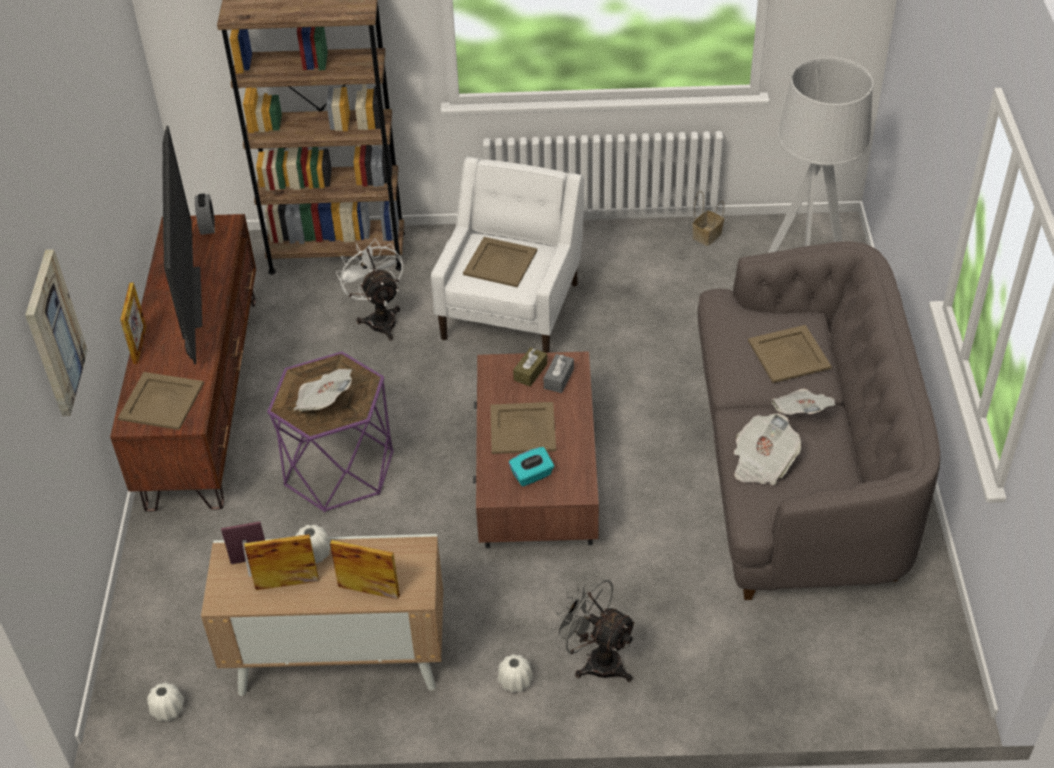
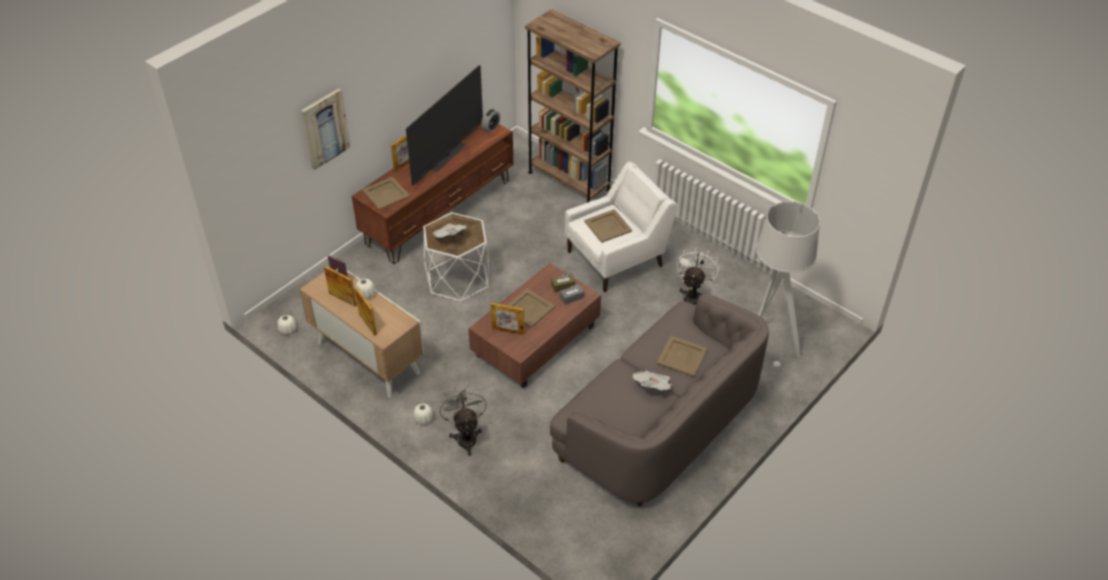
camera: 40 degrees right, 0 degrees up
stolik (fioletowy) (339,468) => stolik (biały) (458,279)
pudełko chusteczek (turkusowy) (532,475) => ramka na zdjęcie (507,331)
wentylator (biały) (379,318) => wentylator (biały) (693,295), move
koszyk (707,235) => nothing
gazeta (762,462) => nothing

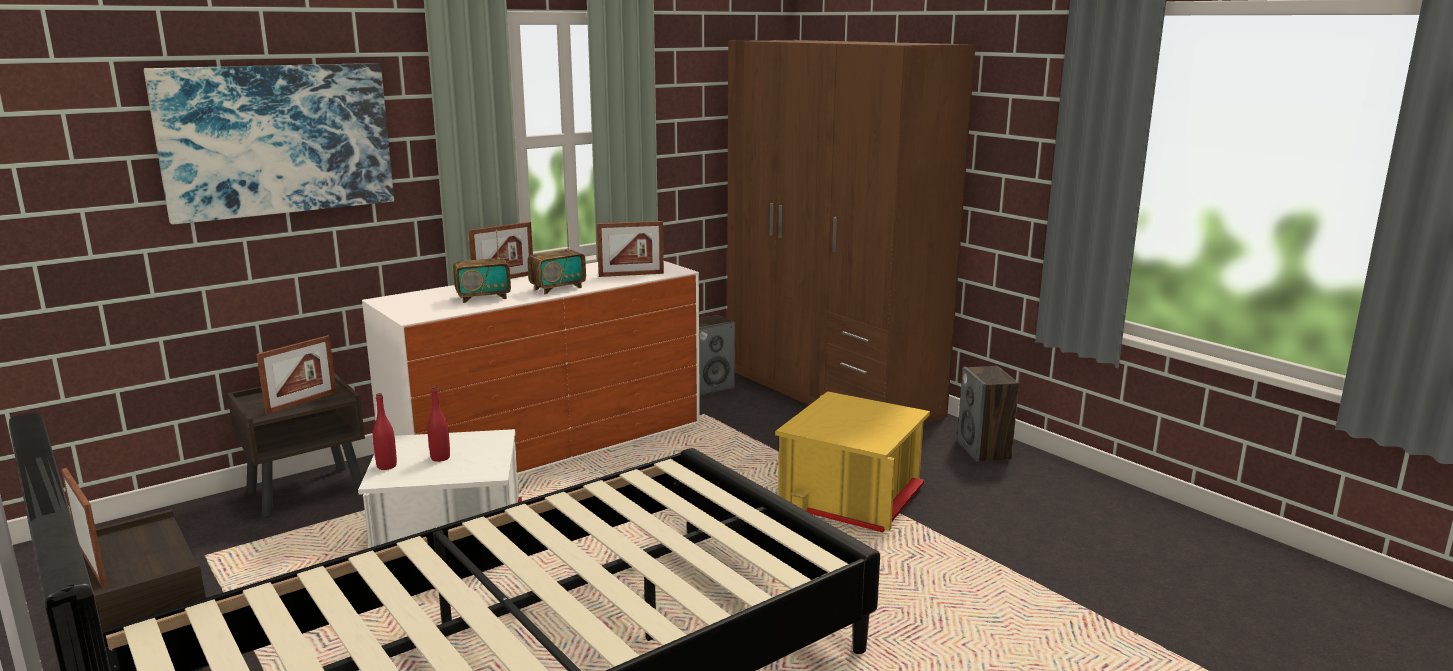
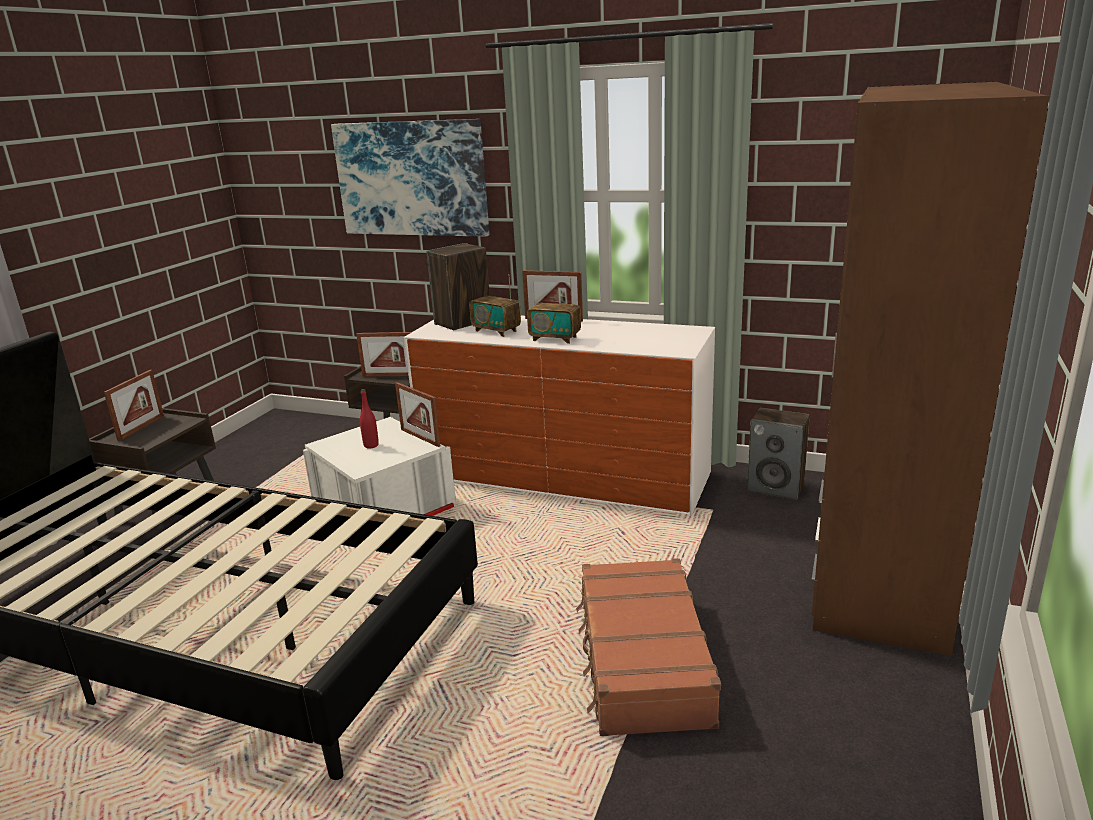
camera: 60 degrees right, 5 degrees up
ramka na zdjęcie (631,274) => ramka na zdjęcie (420,437), move
głośnik (984,450) => głośnik (463,322), move
pojemnik do przechowywania (żółty) (852,497) => walizka (brązowy) (642,661)
butelka (czerwony) (386,466) => nothing

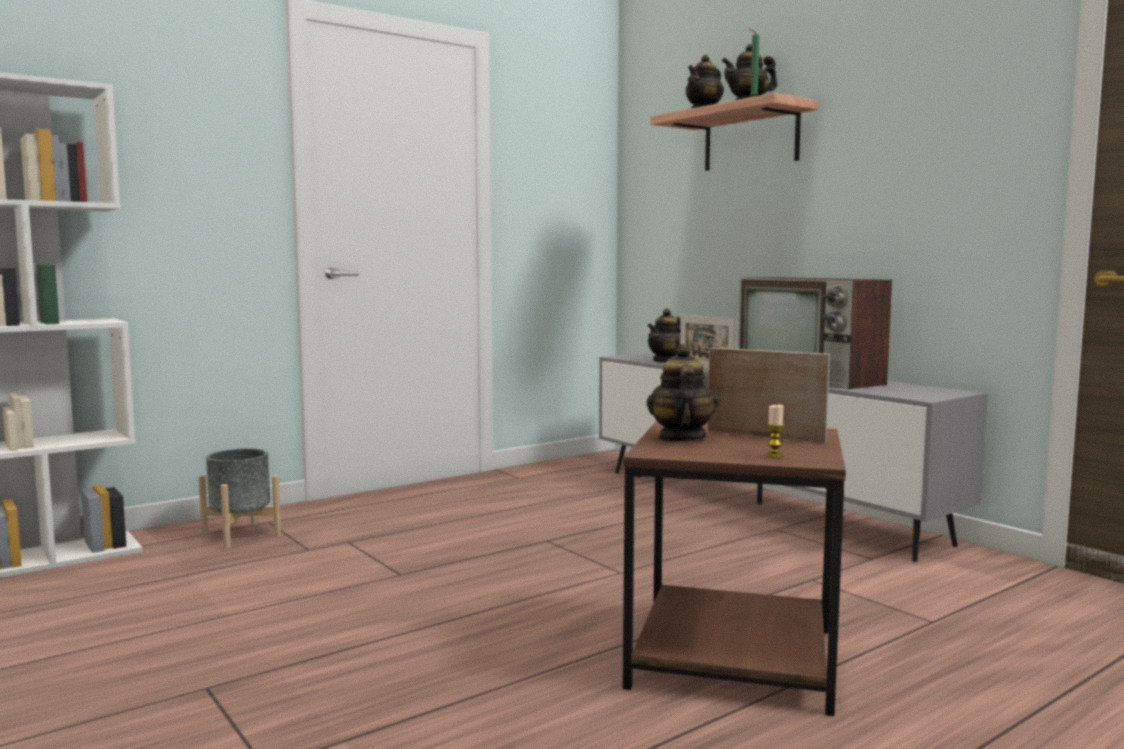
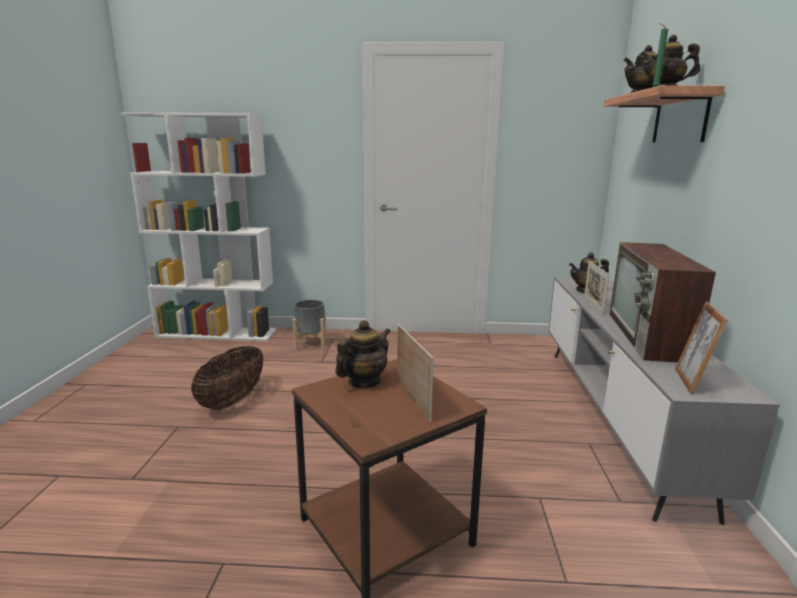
camera: 40 degrees right, 10 degrees up
nothing => koszyk (232,400)
nothing => ramka na zdjęcie (691,382)
świeca (774,455) => nothing

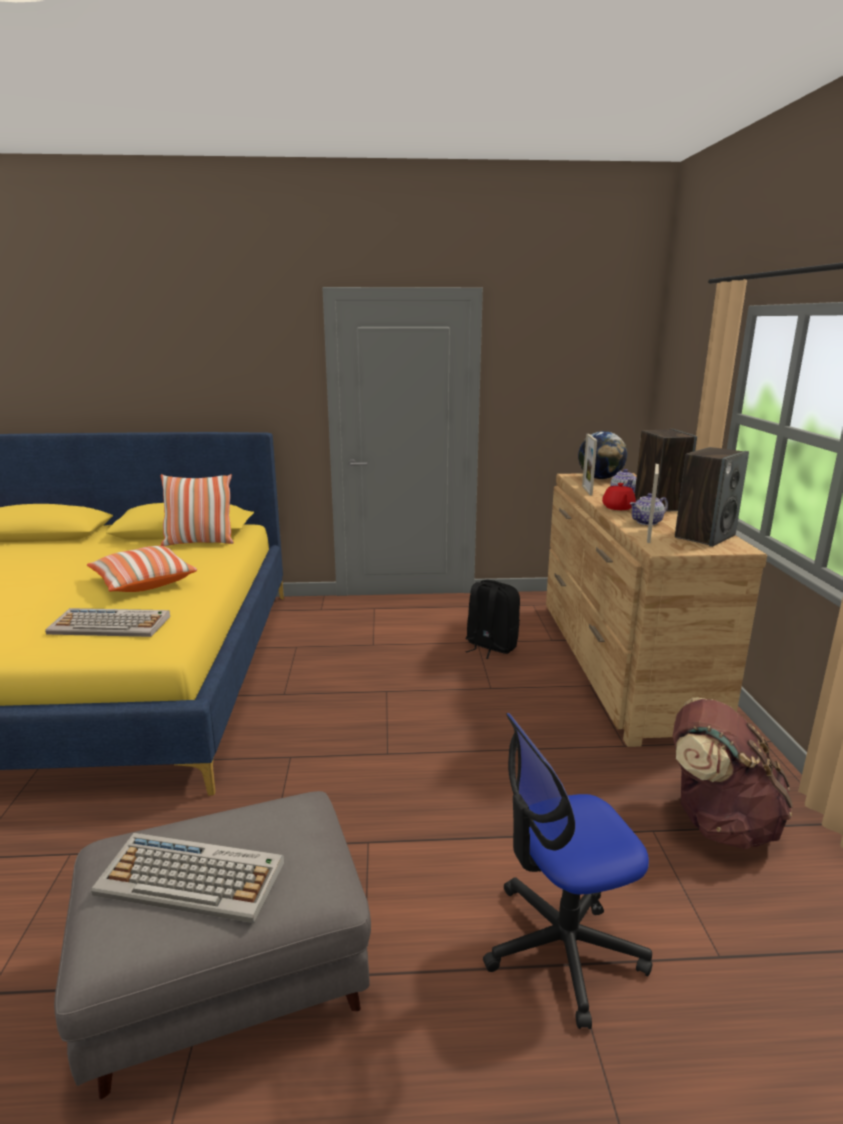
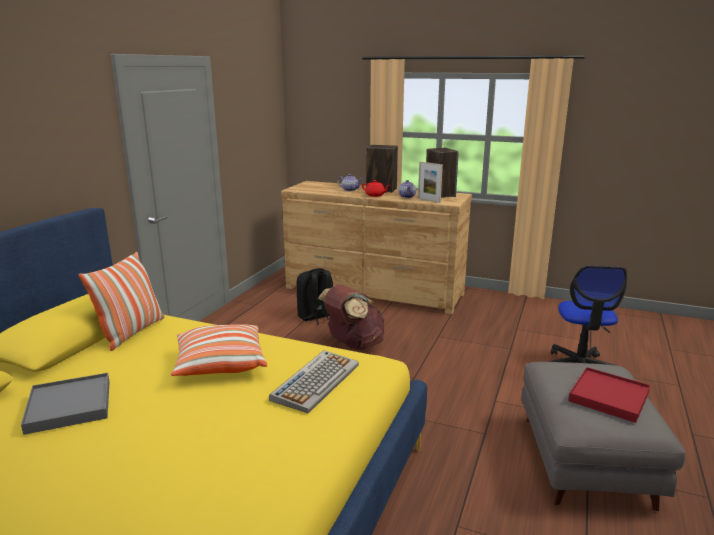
camera: 65 degrees left, 0 degrees up
nothing => taca (szary) (69,406)
plecak (brązowy) (718,822) => plecak (brązowy) (353,344), move
klawiatura (193,878) => taca (czerwony) (608,397)
globus (600,478) => nothing
ramka na zdjęcie (587,490) => nothing

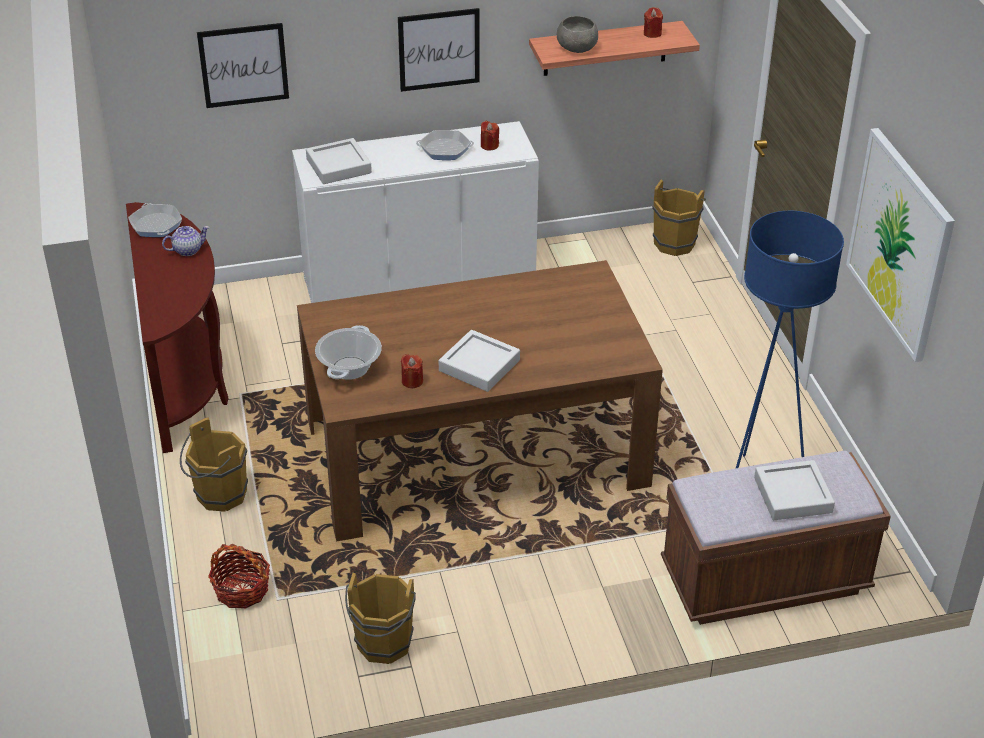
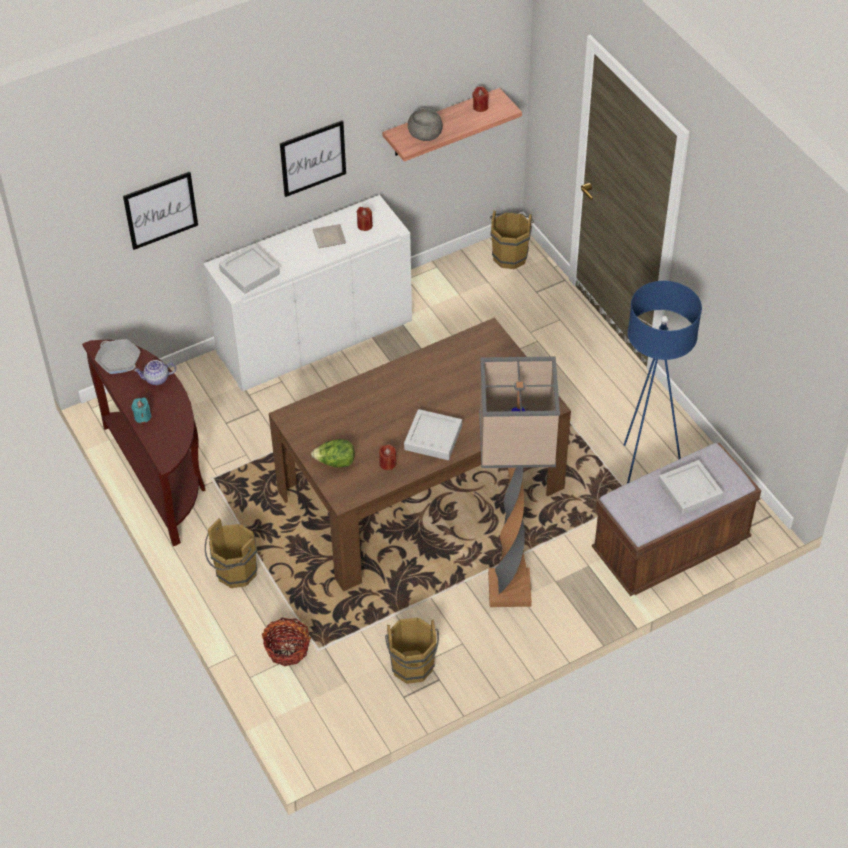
camera: 15 degrees left, 10 degrees up
nothing => świeca (turkusowy) (142,417)
imbryk (188,250) => imbryk (156,379), 150 degrees counterclockwise
garnek (350,368) => sałata (335,462)
patelnia (445,149) => talerz (330,237)
nothing => lampa stojąca (508,590)
obraz (900,243) => nothing

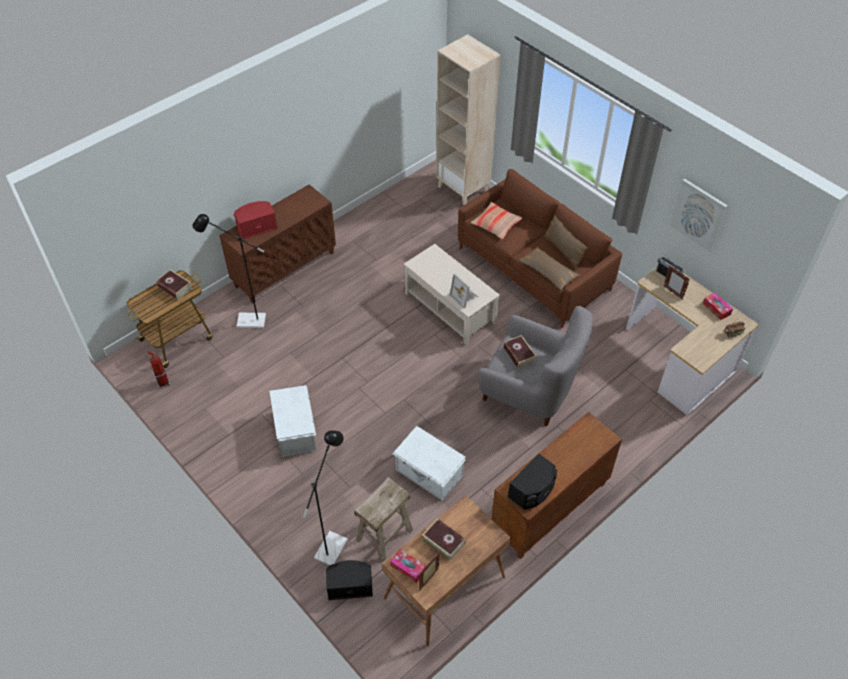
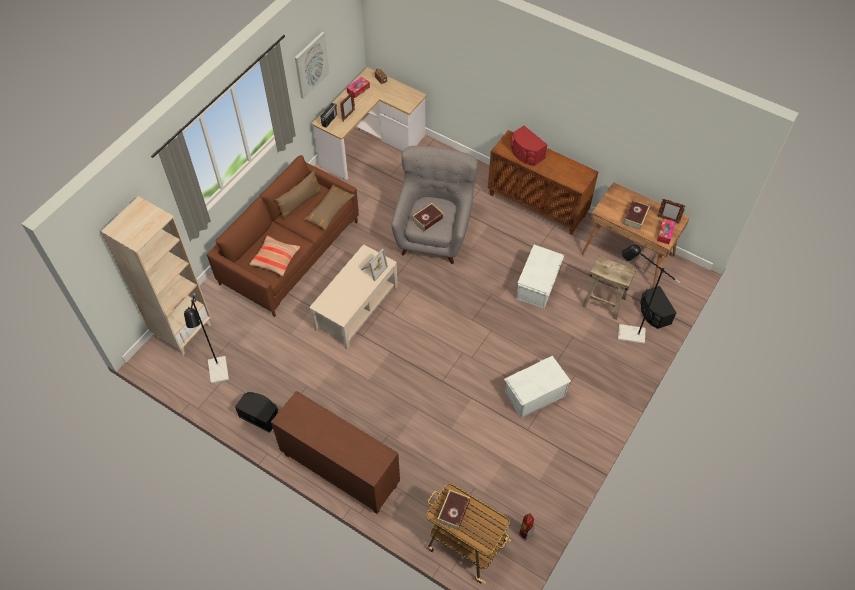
camera: 105 degrees left, 5 degrees up
lampa stojąca (czarny) (245,321) => lampa stojąca (czarny) (219,375), move
głośnik (czarny) (533,490) => głośnik (czarny) (260,415), move
głośnik (czerwony) (256,227) => głośnik (czerwony) (526,154), move

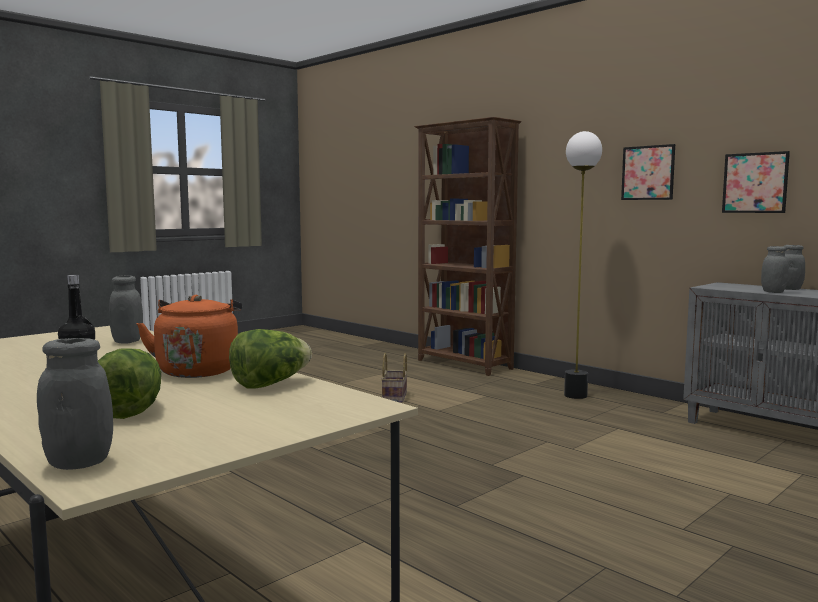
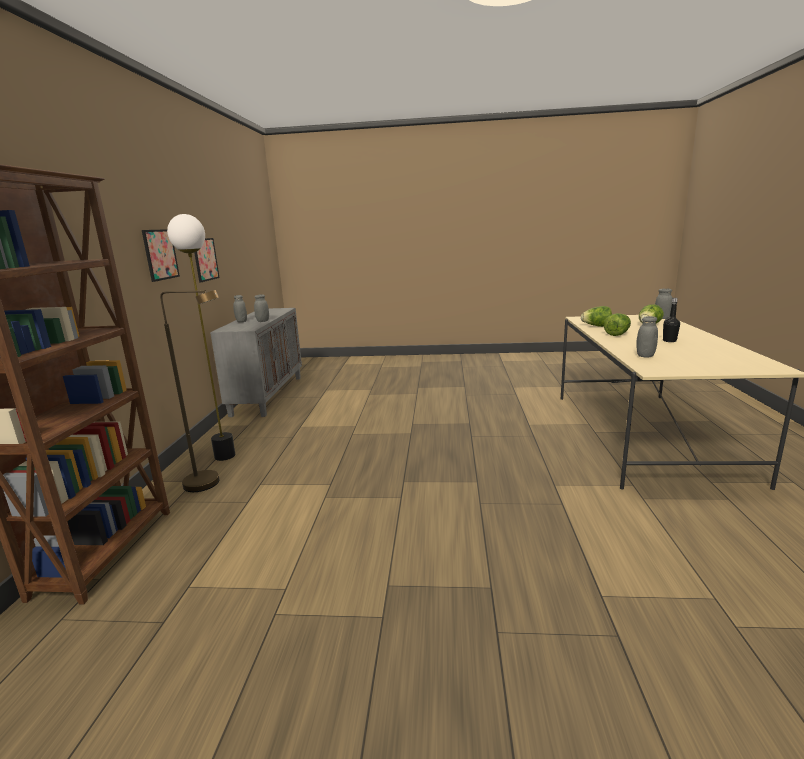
camera: 130 degrees left, 10 degrees up
nothing => lampa stojąca (brązowy) (211,483)
czajnik (pomarańczowy) (198,370) => sałata (617,334)
koszyk (395,397) => nothing

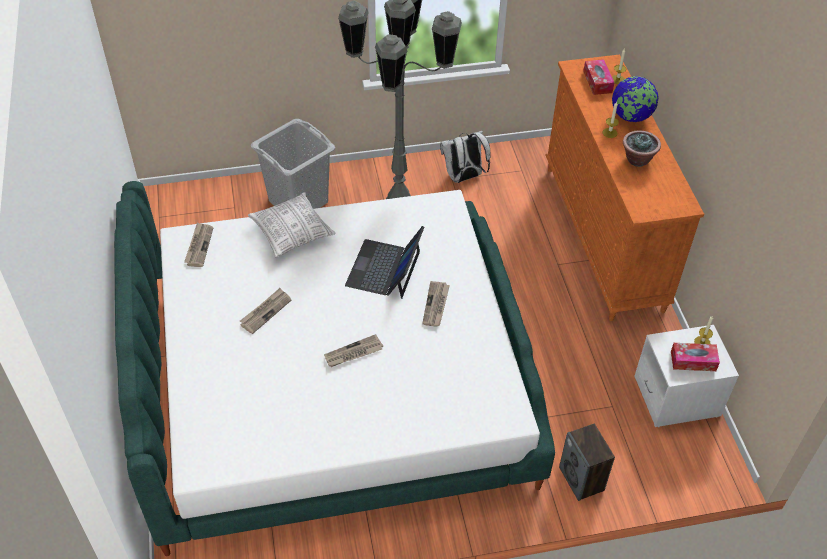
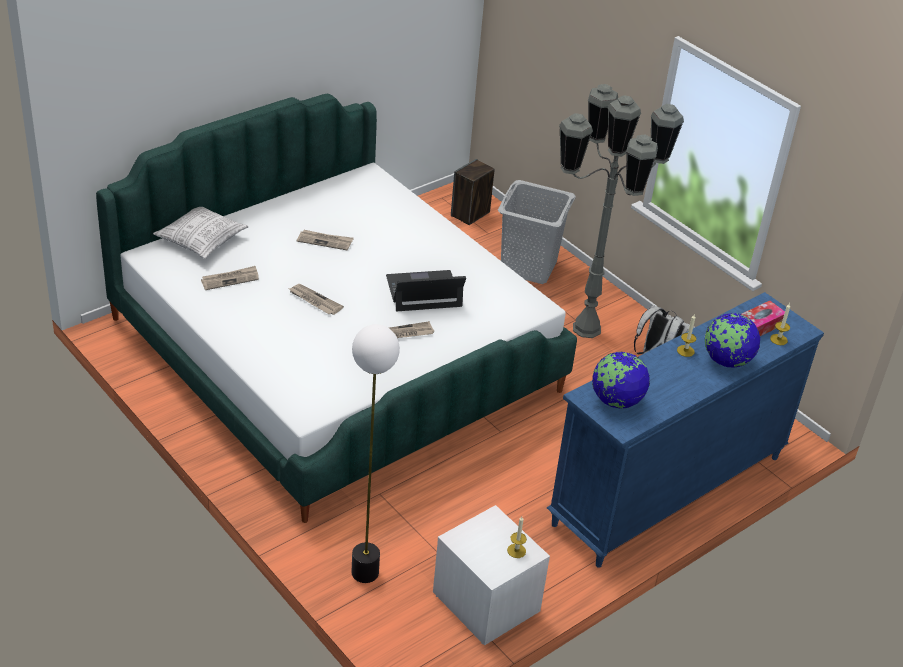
camera: 60 degrees right, 10 degrees down
poduszka (291,232) => poduszka (201,240), move
gazeta (199,246) => gazeta (230,279), move
nothing => lampa stojąca (364,572)
głośnik (582,479) => głośnik (470,214), move
komoda (pomarańczowy) (603,237) => komoda (niebieski) (667,490)
nothing => globus (616,401)
roślina doniczkowa (637,159) => nothing
pudełko chusteczek (693,361) => nothing

